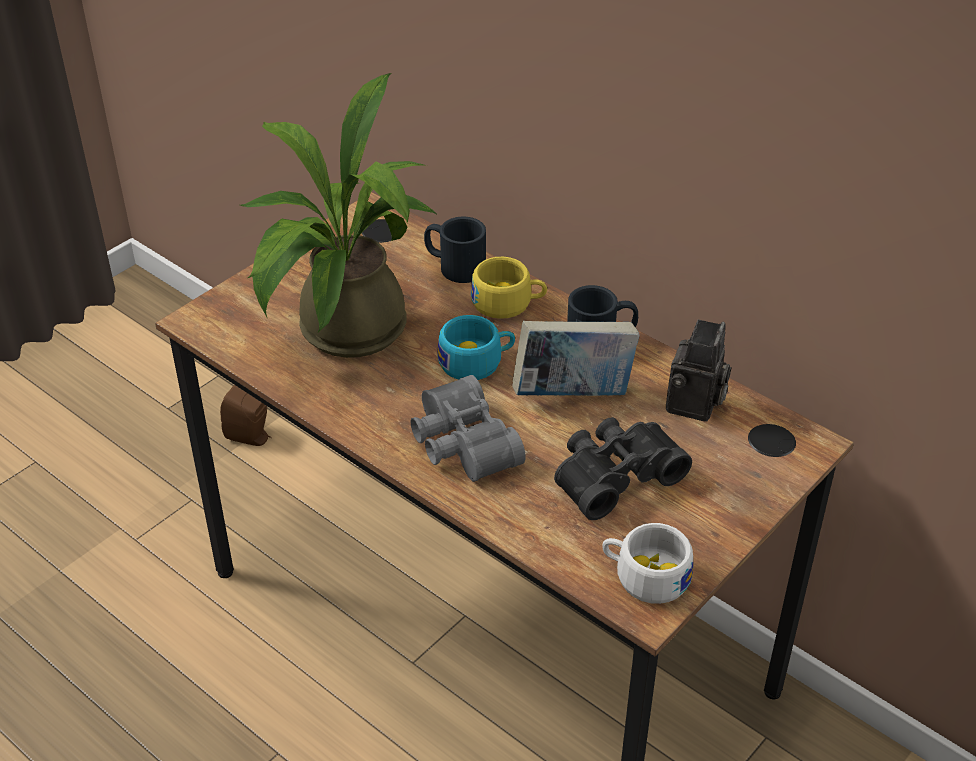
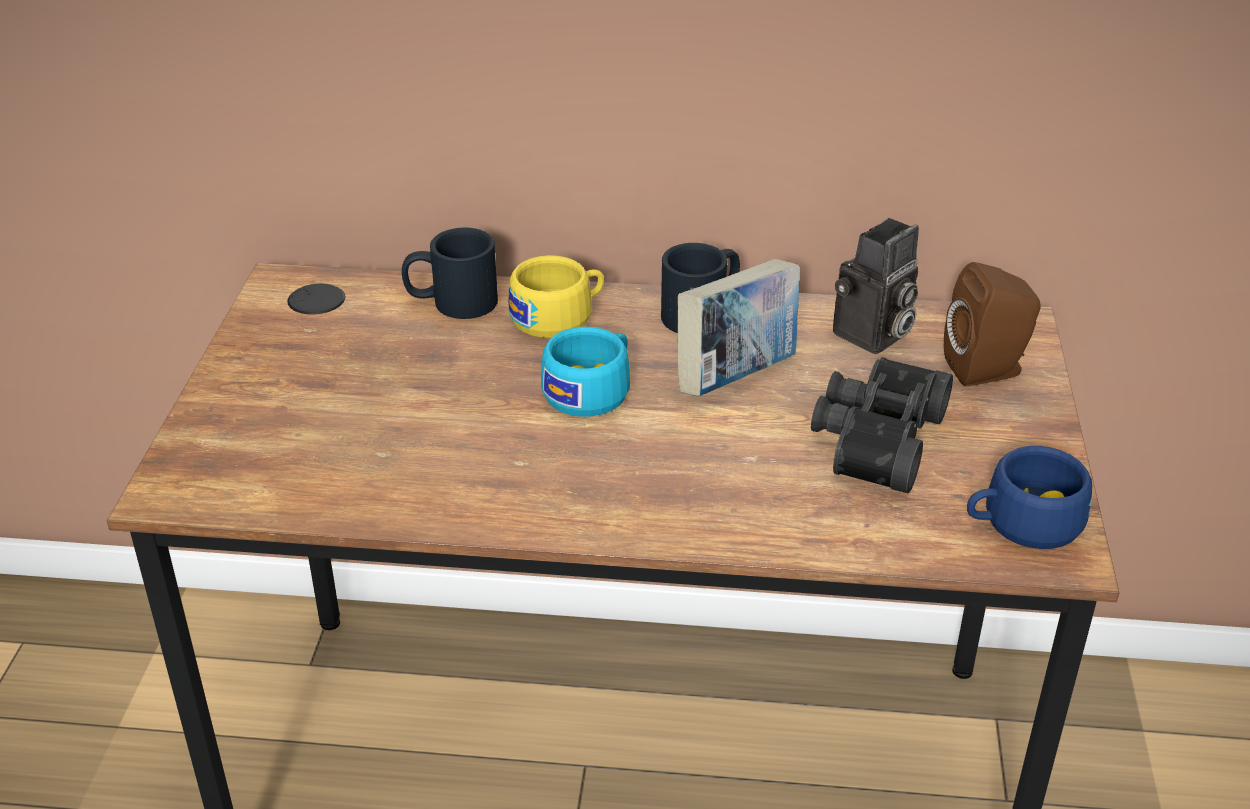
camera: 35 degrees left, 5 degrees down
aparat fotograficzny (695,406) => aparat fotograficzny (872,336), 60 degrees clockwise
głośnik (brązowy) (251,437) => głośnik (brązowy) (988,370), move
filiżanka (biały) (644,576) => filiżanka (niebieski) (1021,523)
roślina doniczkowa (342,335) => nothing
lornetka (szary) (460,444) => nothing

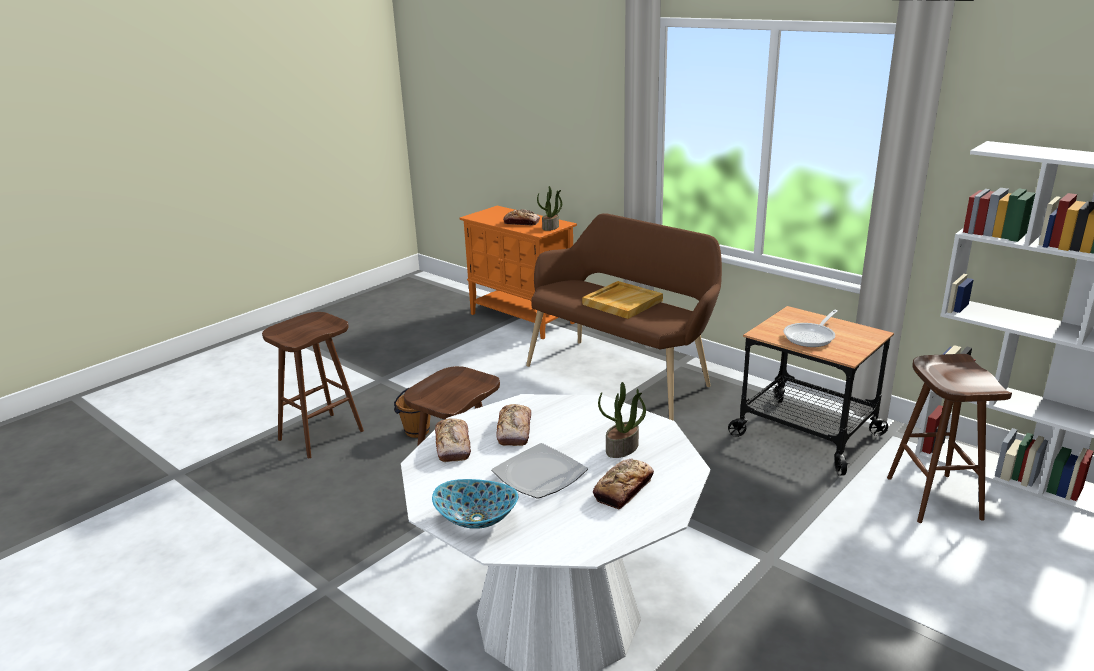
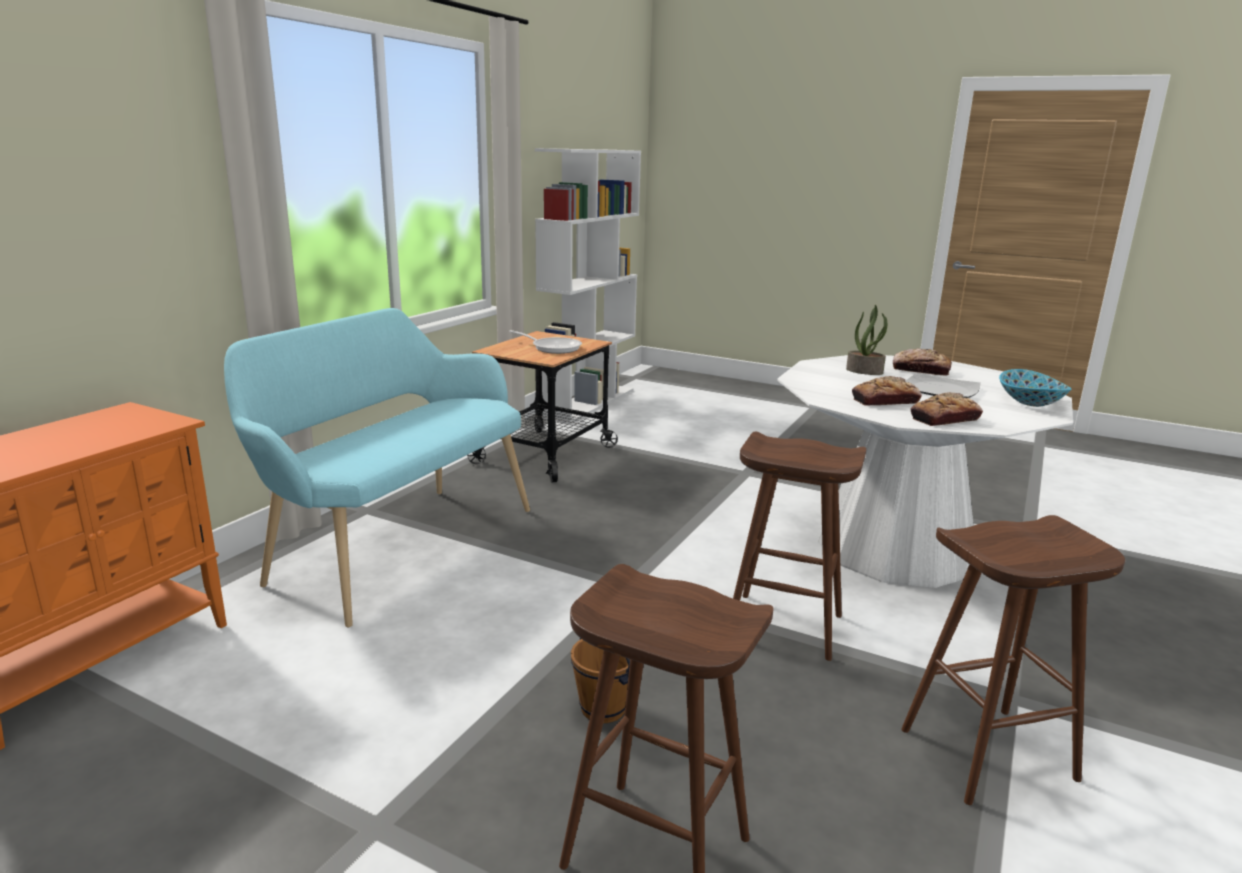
camera: 105 degrees left, 5 degrees down
ławka (brązowy) (623,374) => ławka (turkusowy) (395,544)
stołek (brązowy) (932,497) => stołek (brązowy) (987,755), move
chleb (521,223) => nothing
roślina doniczkowa (550,227) => nothing
taca (beżowy) (622,302) => nothing

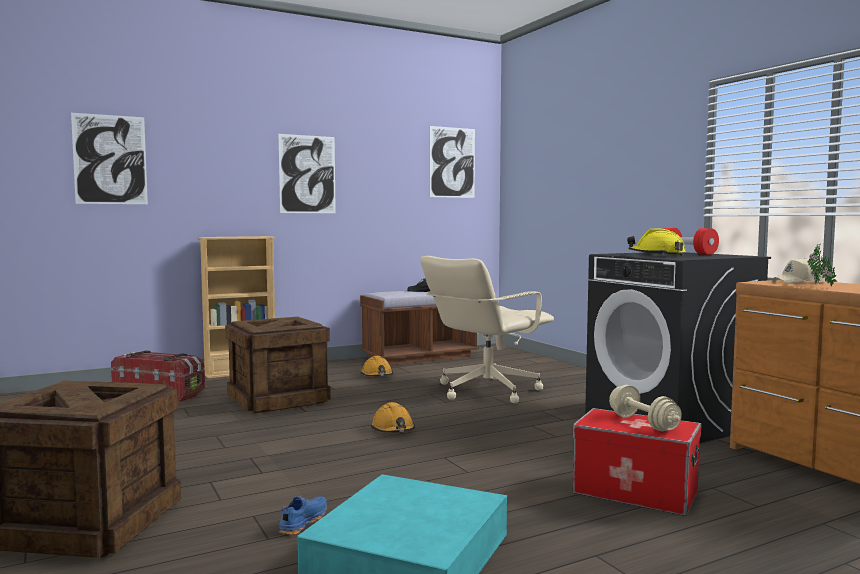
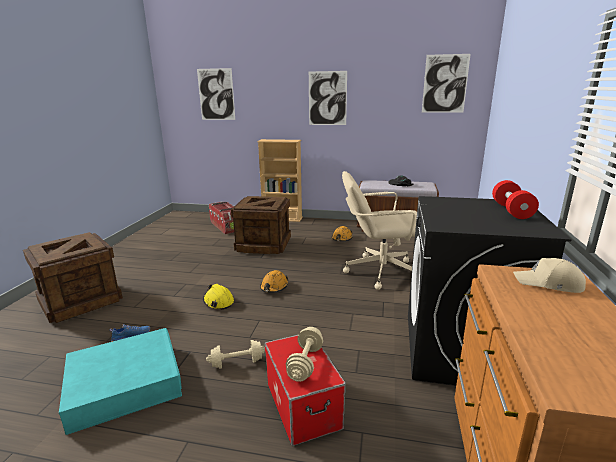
camera: 40 degrees right, 15 degrees up
kask (żółty) (656,255) => kask (żółty) (218,301), move
nothing => hantel (beżowy) (237,363)
roślina doniczkowa (820,286) => nothing

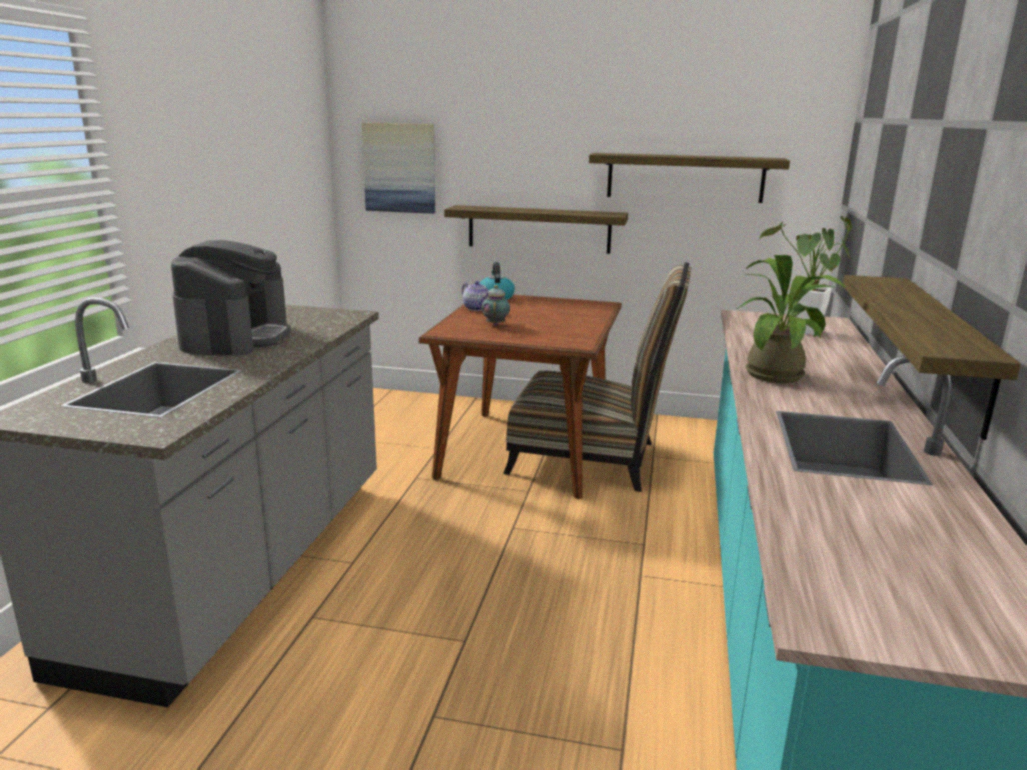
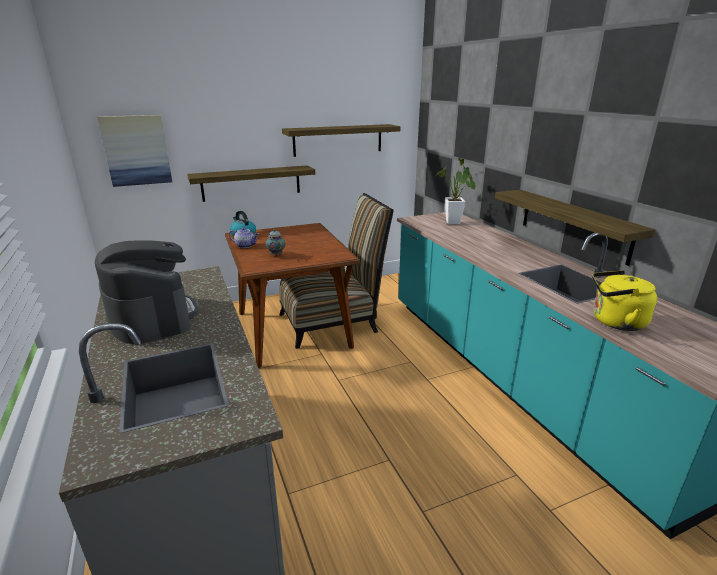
camera: 35 degrees left, 5 degrees up
nothing => czajnik (żółty) (614,322)
roślina doniczkowa (779,374) => nothing

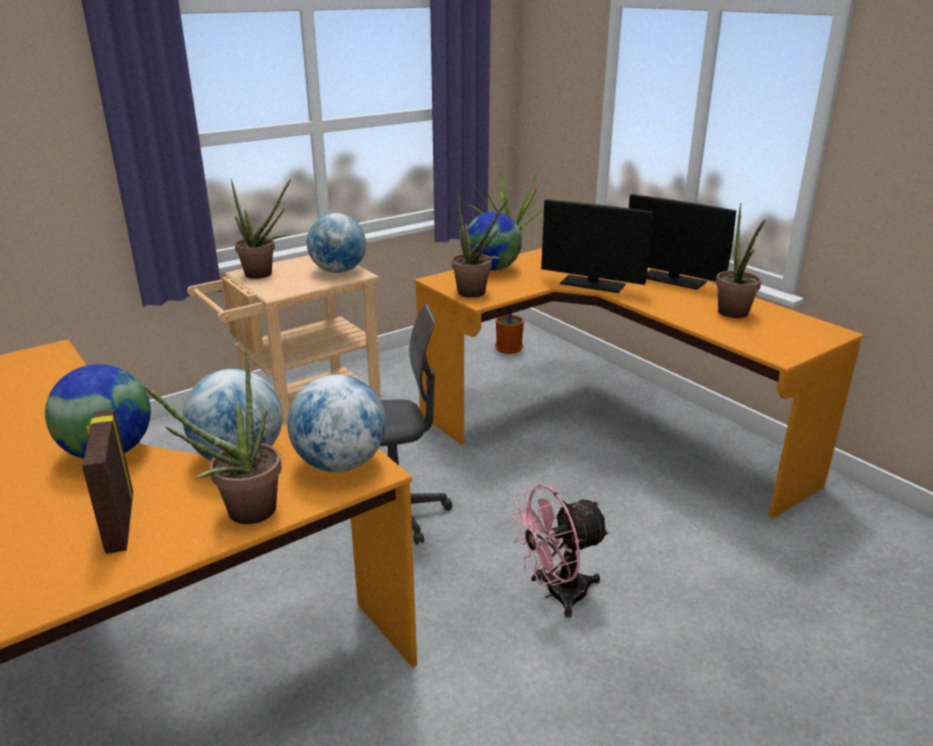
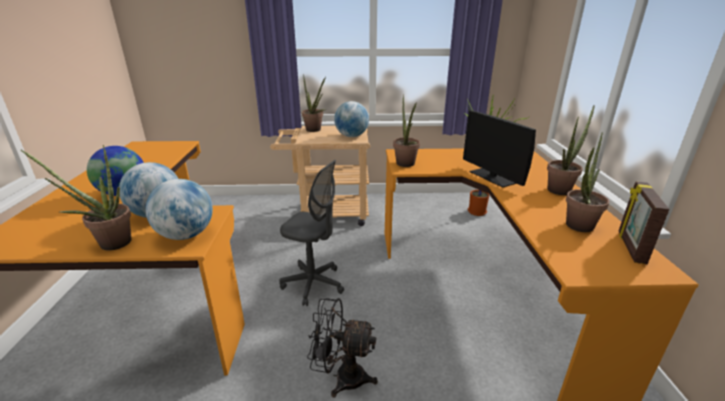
camera: 35 degrees right, 0 degrees up
wentylator (różowy) (556,594) => wentylator (czarny) (342,377)
monitor (673,279) => roślina doniczkowa (561,189)
ramka na zdjęcie (118,523) => ramka na zdjęcie (630,247), move
globus (492,268) => nothing

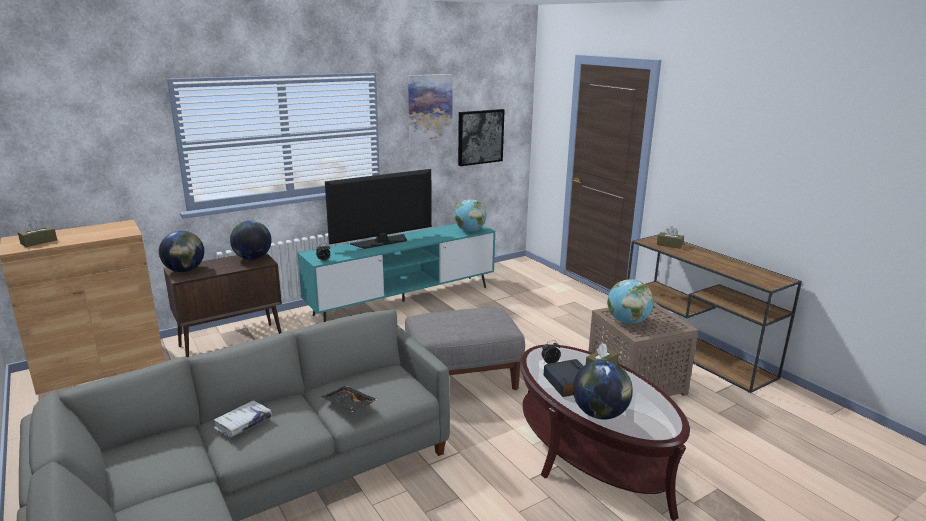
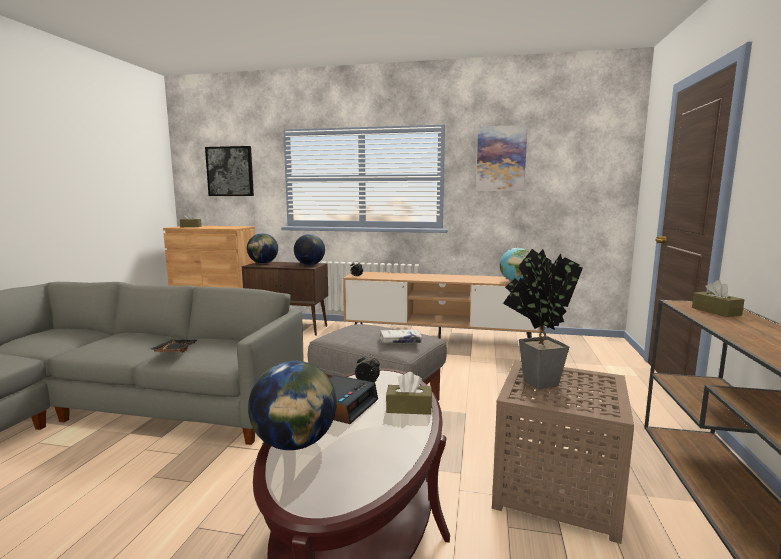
camera: 45 degrees right, 10 degrees down
obraz (480,137) => obraz (230,171), move
szafka pod telewizor (turkusowy) (403,301) => szafka pod telewizor (brązowy) (439,338)
książka (biały) (243,423) => książka (biały) (400,341), move
globus (627,322) => roślina doniczkowa (534,381)
telewizor (382,242) => nothing

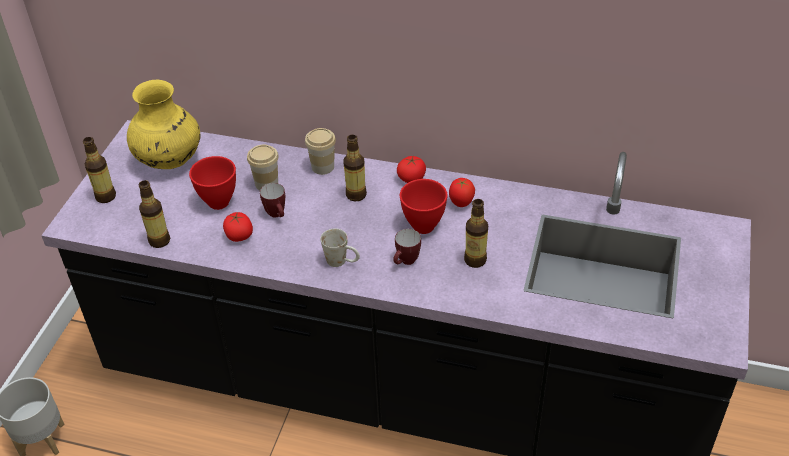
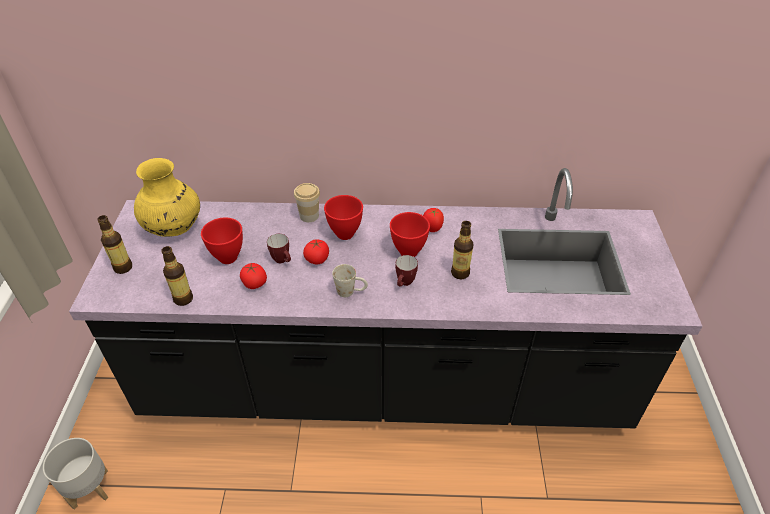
camera: 15 degrees left, 0 degrees up
pomidor (411,178) => pomidor (317,259), move
butelka (356,195) => miska (czerwony) (344,234)
filiżanka (266,183) => nothing

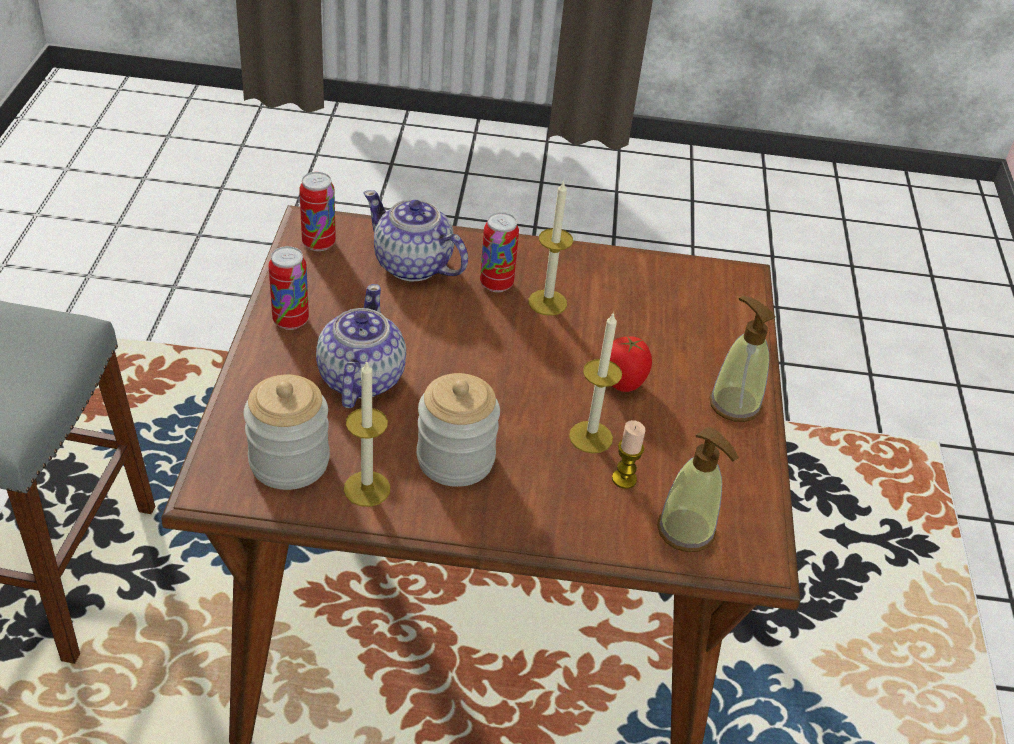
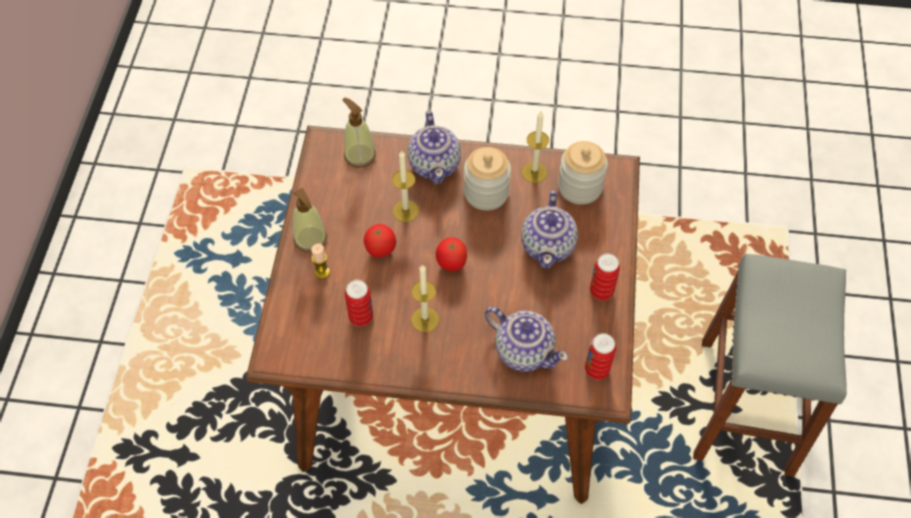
camera: 175 degrees left, 15 degrees up
świeca (624,479) => świeca (322,272), move
puszka (496,284) => puszka (361,317), move
nothing => imbryk (435,164)
nothing => pomidor (451,264)

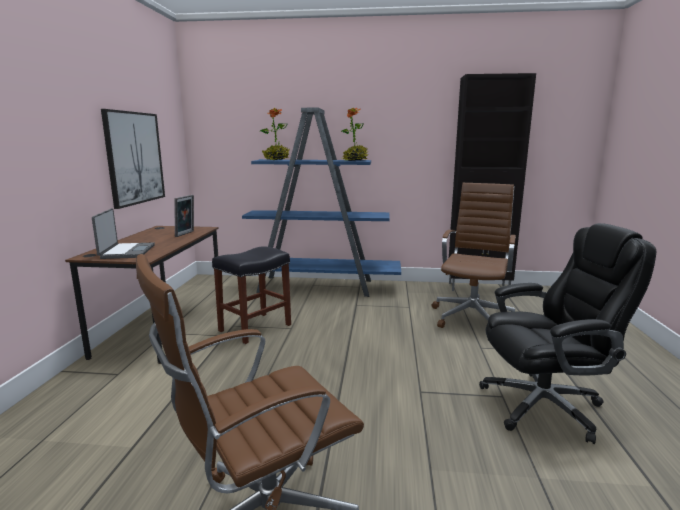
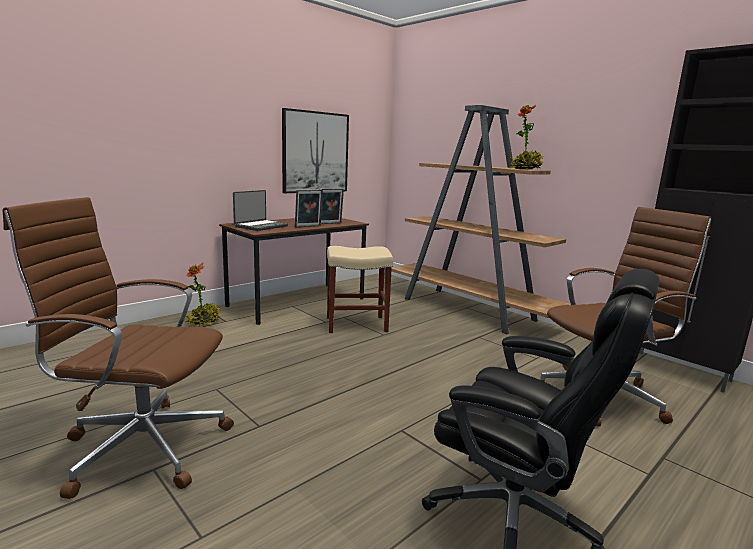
camera: 40 degrees right, 0 degrees up
roślina doniczkowa (276,159) => roślina doniczkowa (204,322), move
nothing => ramka na zdjęcie (308,226)
stołek (czarny) (254,328) => stołek (beżowy) (355,324)
regał (niebieski) (318,286) => regał (brązowy) (469,310)

